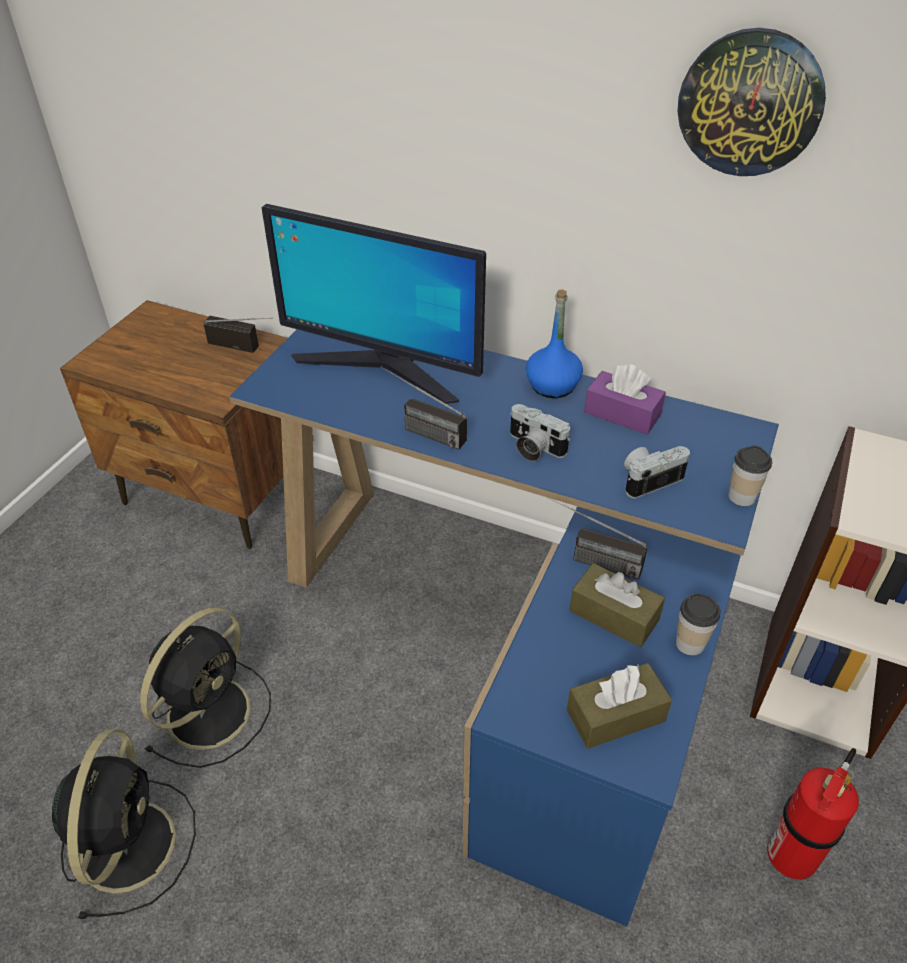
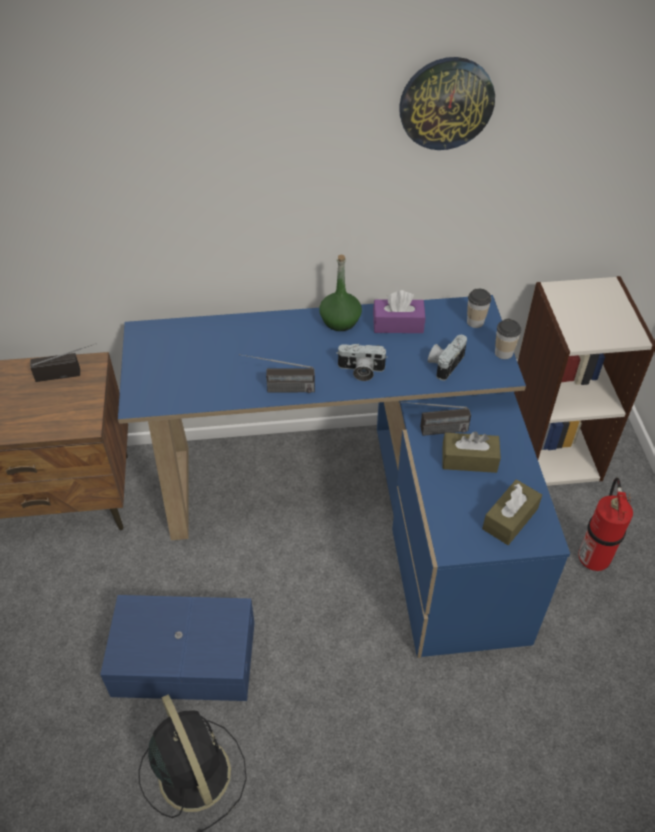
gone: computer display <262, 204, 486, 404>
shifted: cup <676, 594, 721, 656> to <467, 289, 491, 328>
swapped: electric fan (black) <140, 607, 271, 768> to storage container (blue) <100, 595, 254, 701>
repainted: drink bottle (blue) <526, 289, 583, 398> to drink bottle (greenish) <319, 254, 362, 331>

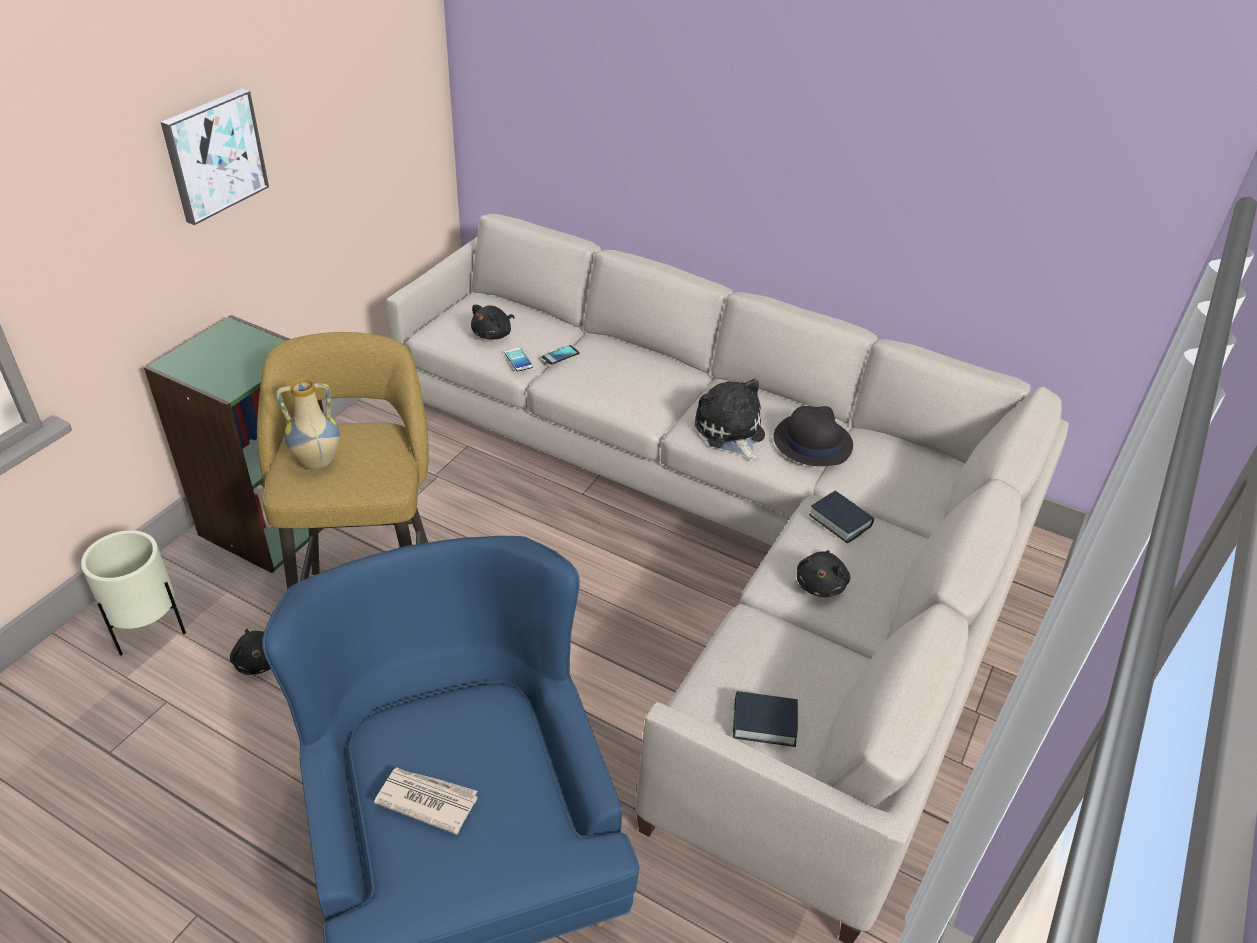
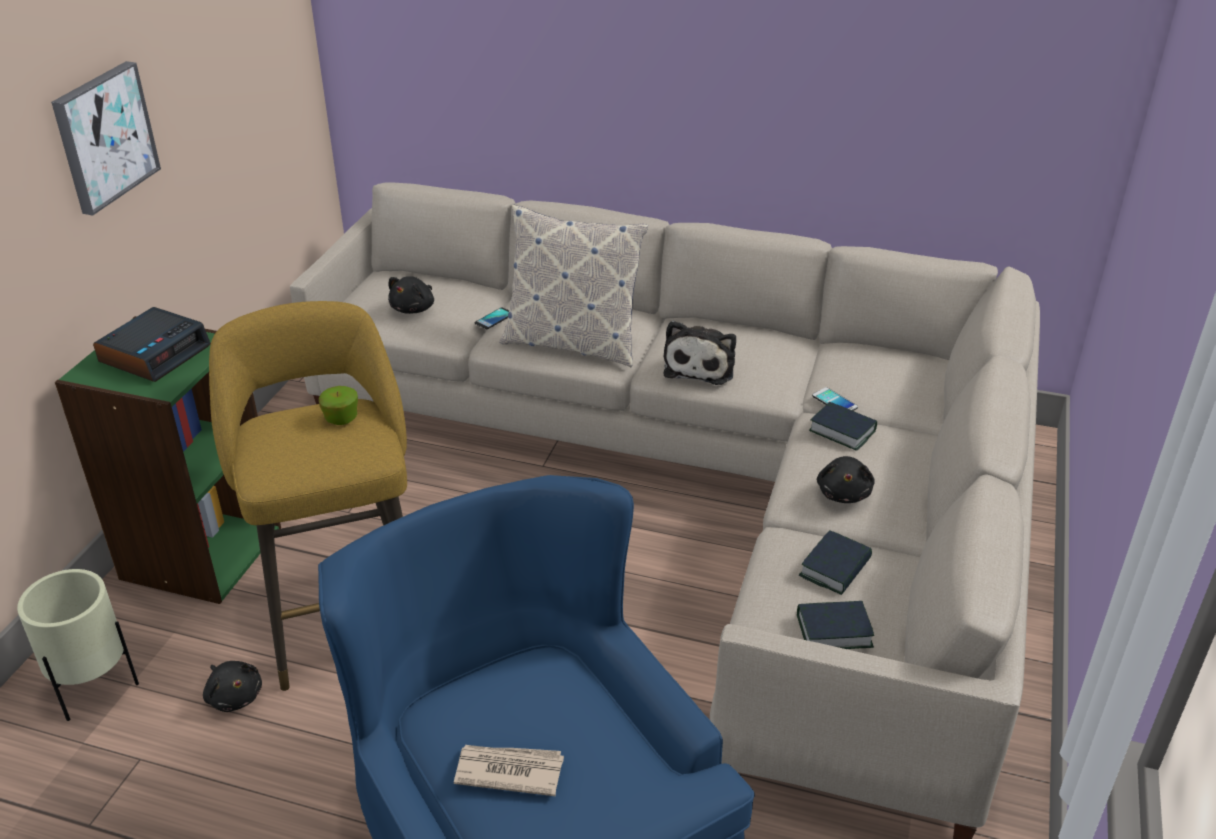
gone: vase <276, 379, 340, 469>; clothing hat (black) <774, 406, 853, 466>
new: table clock <93, 307, 211, 382>; whole apple <319, 386, 358, 425>; throw pillow <499, 204, 648, 367>; volume <799, 530, 872, 595>
shifted: telephone <504, 347, 533, 371> to <812, 387, 858, 411>
rotated: cuddly toy <695, 379, 765, 461> = <664, 321, 736, 385> 135 degrees counterclockwise

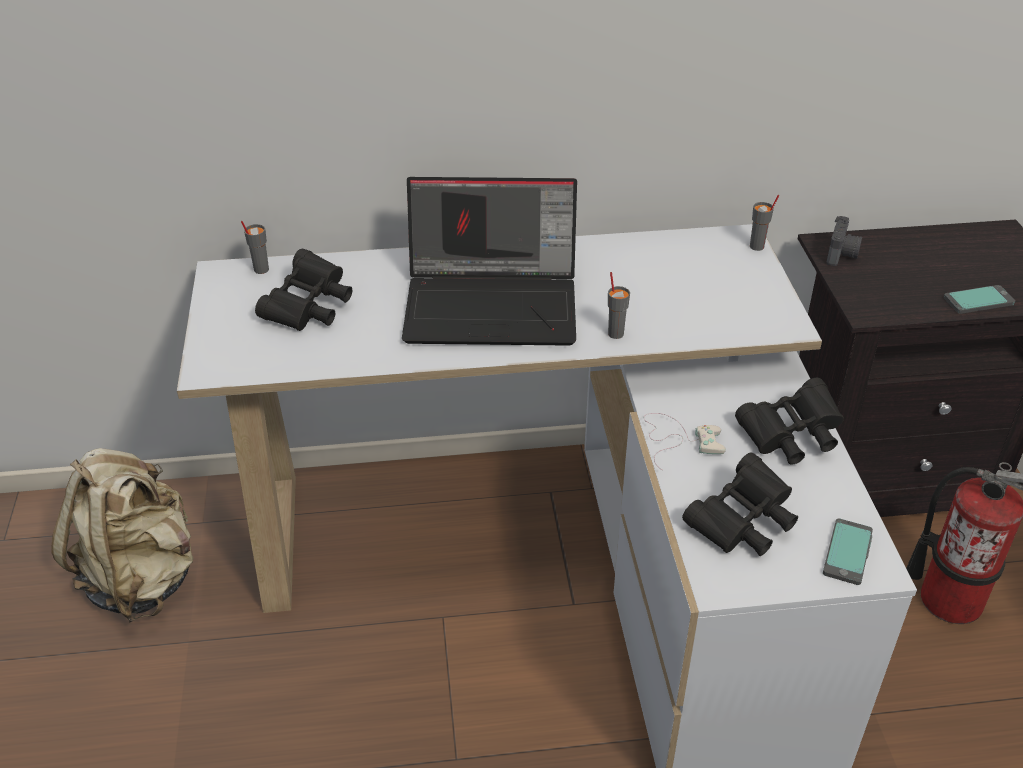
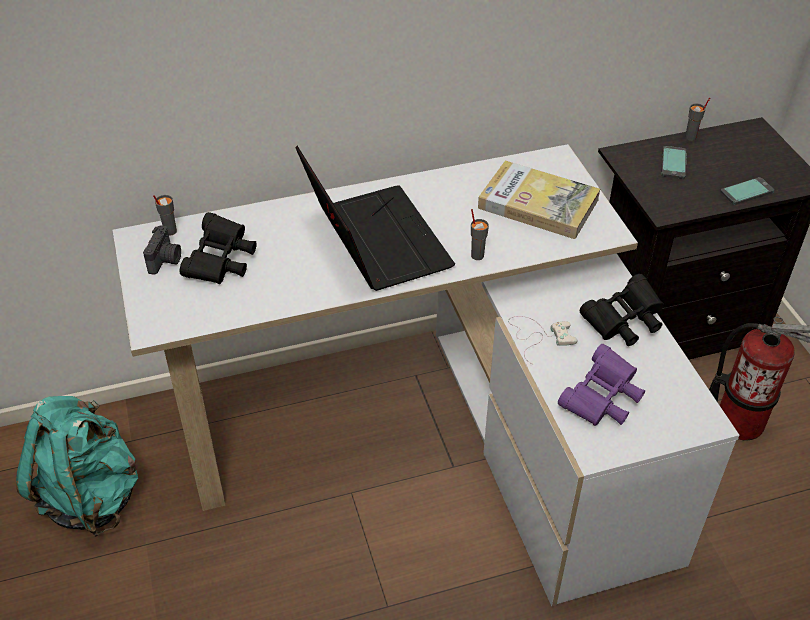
new: volume <478, 160, 600, 239>
shifted: cup (gray) <750, 195, 779, 251> to <685, 98, 710, 141>; telephone <823, 518, 873, 585> to <661, 146, 687, 179>; photo camera <826, 216, 862, 266> to <143, 225, 181, 275>
repainted: backpack (beige) <51, 448, 193, 623> to backpack (turquoise-coloured) <16, 396, 138, 537>; pair of binoculars (black) <682, 453, 798, 556> to pair of binoculars (purplish) <558, 344, 645, 426>
rotated: notebook computer <402, 177, 577, 346> = <295, 146, 455, 291> 105 degrees counterclockwise

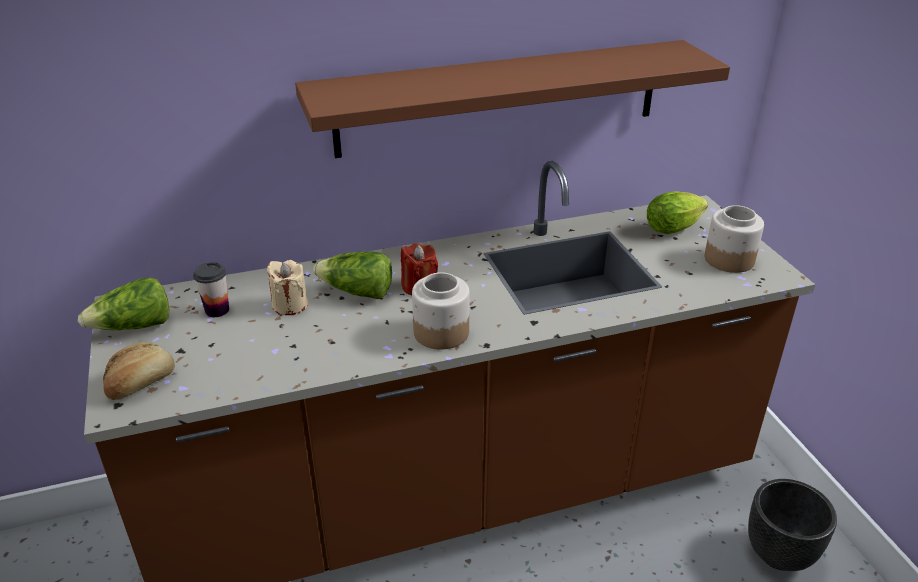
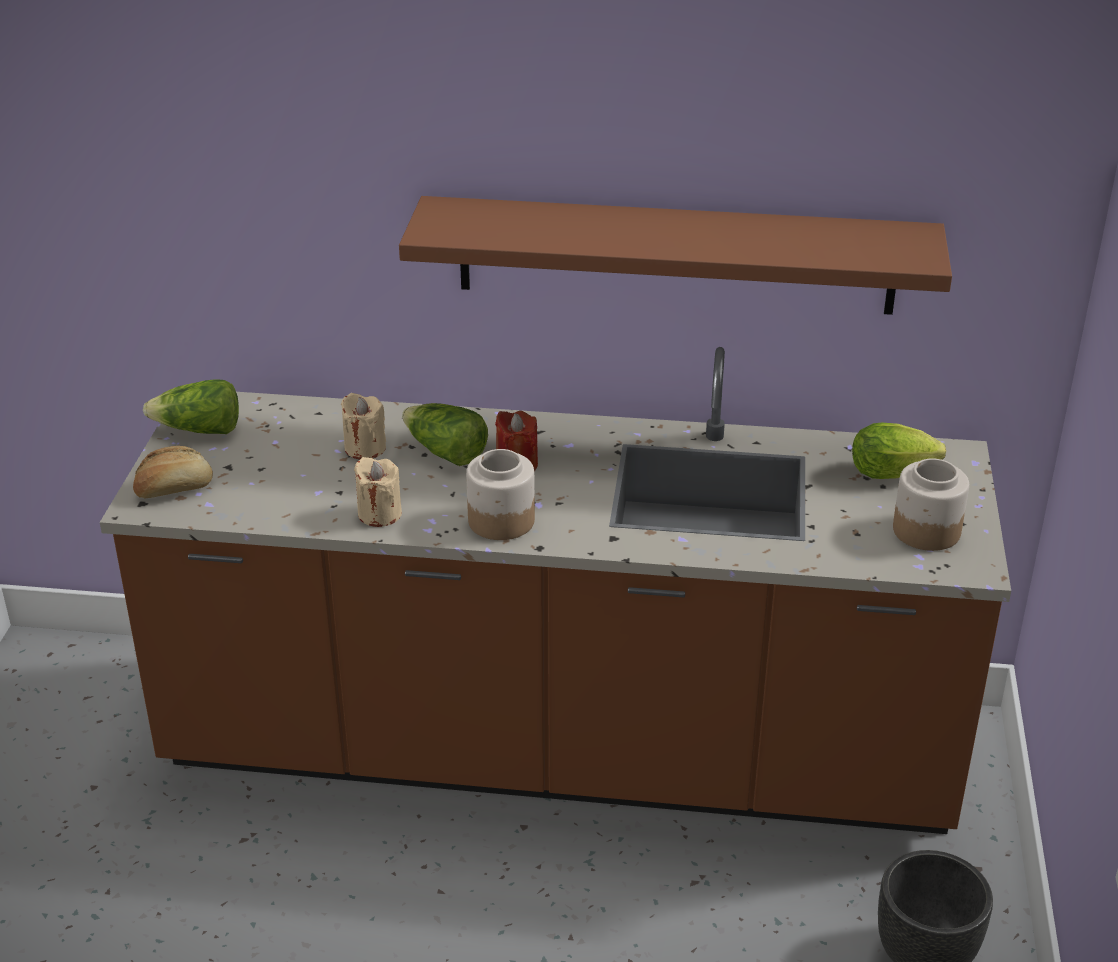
gone: cup <193, 262, 229, 317>
new: candle (beige) <354, 457, 402, 527>

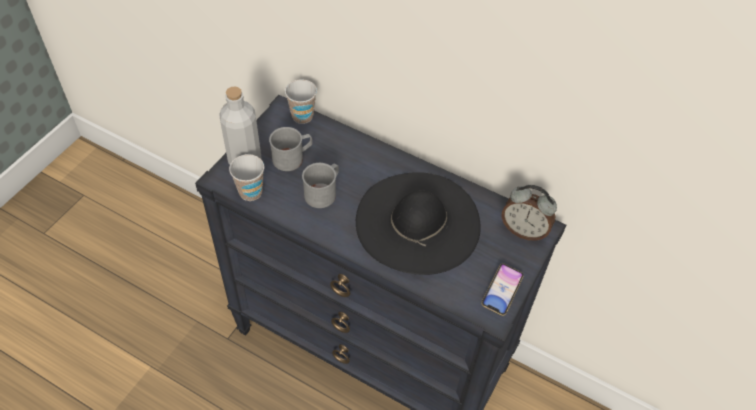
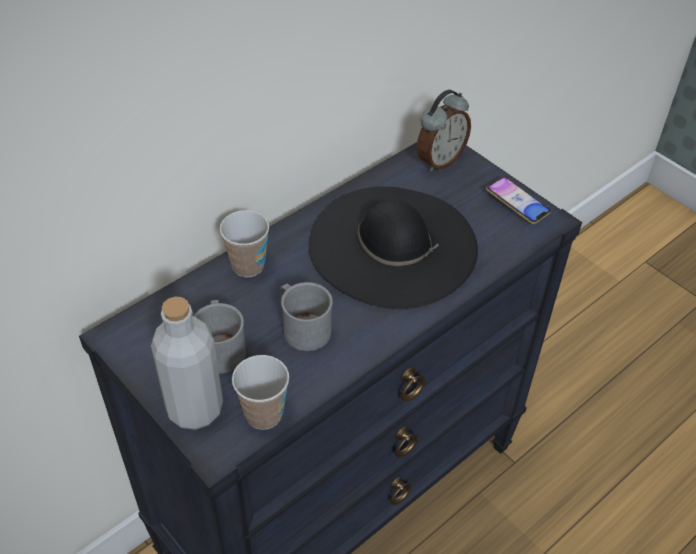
shifted: cup <285, 79, 317, 124> to <220, 210, 269, 277>

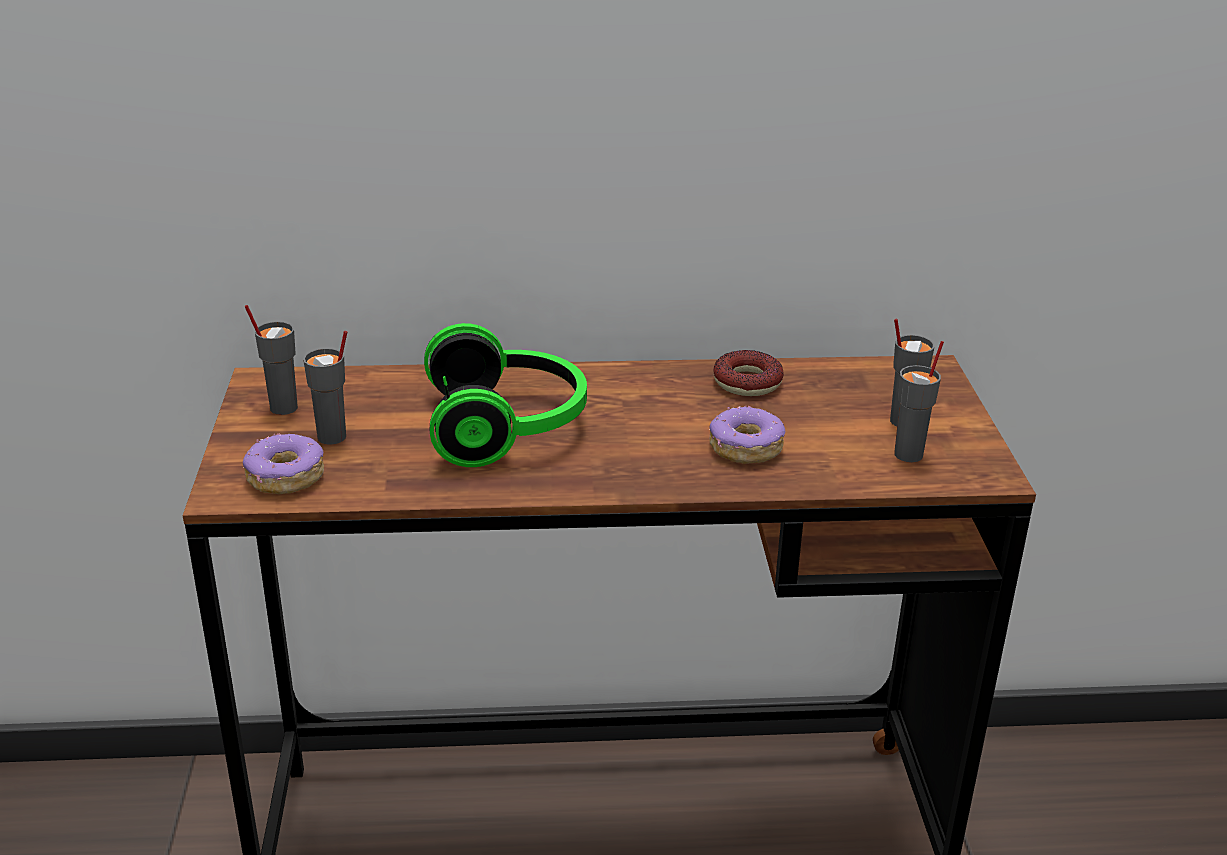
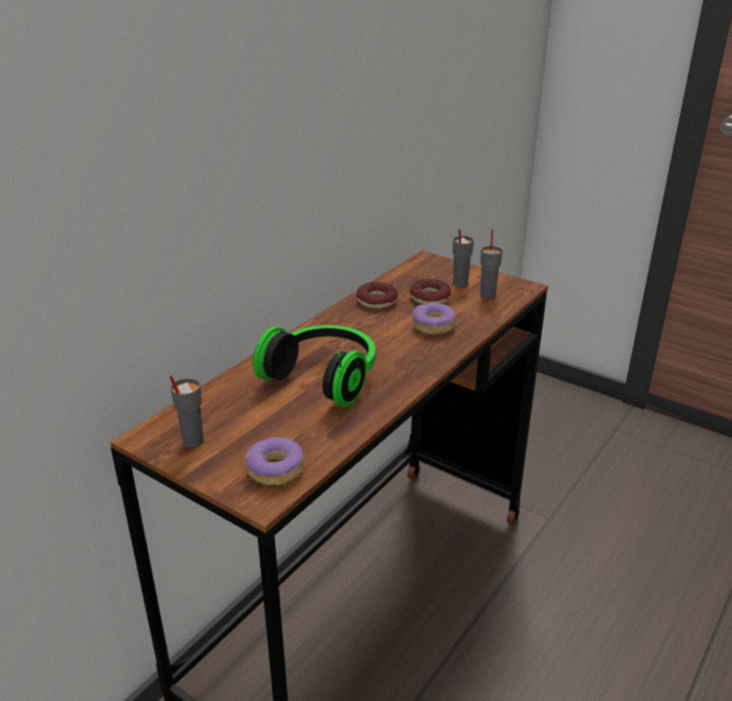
gone: cup (gray) <303, 331, 347, 445>
new: doughnut <410, 279, 451, 304>

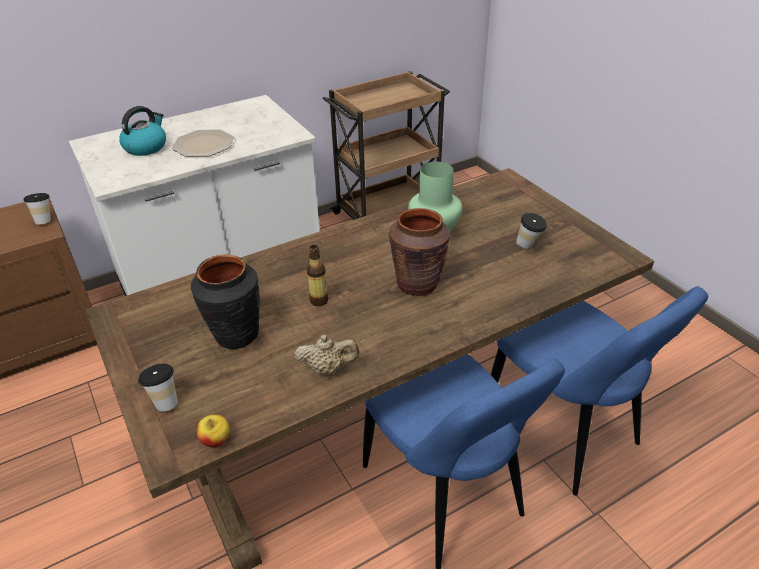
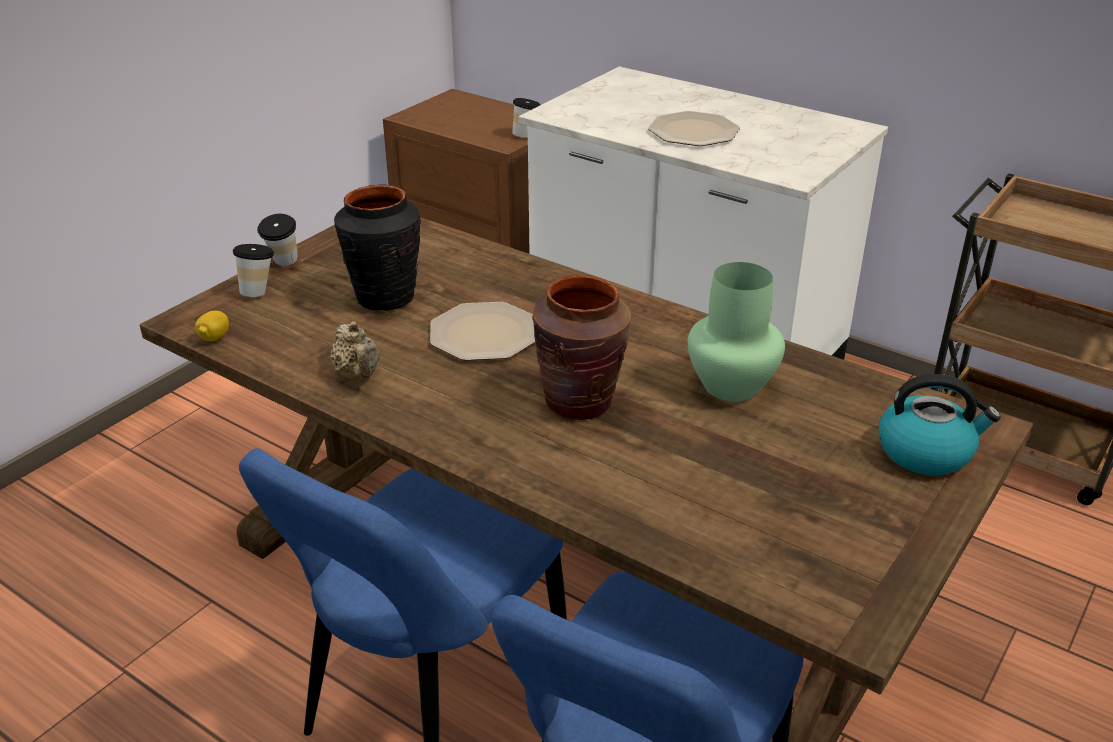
shifted: water kettle <119, 106, 166, 156> to <878, 374, 1001, 475>; cup <516, 213, 547, 249> to <257, 214, 298, 266>
swapped: whole apple <197, 415, 230, 447> to lemon <195, 311, 229, 341>; drink bottle <306, 245, 328, 306> to plate <430, 302, 535, 361>

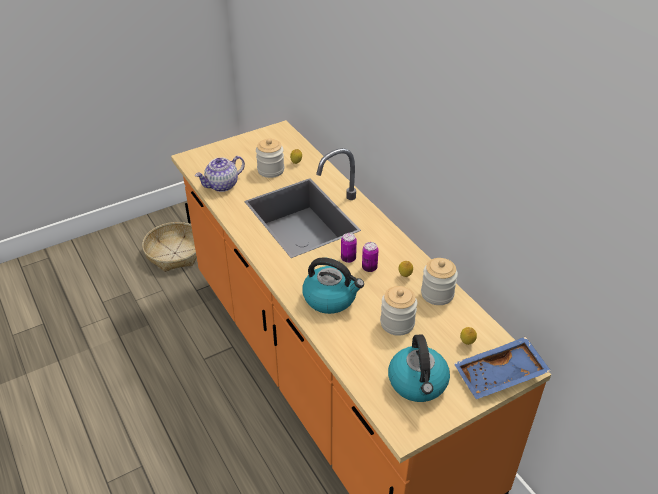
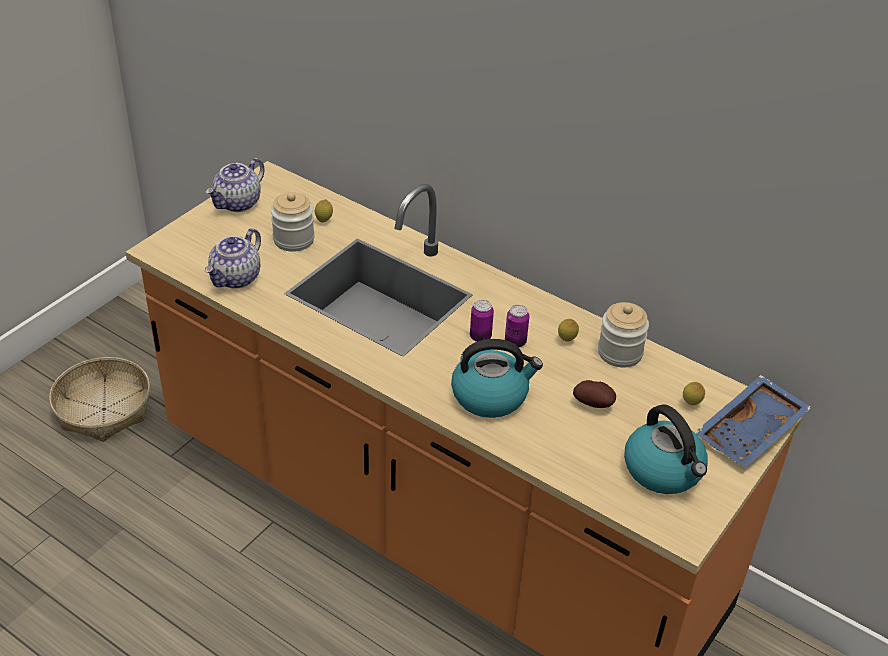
new: tea pot <206, 158, 265, 212>
swapped: storage jar <380, 286, 417, 336> to whole potato <573, 380, 616, 408>

